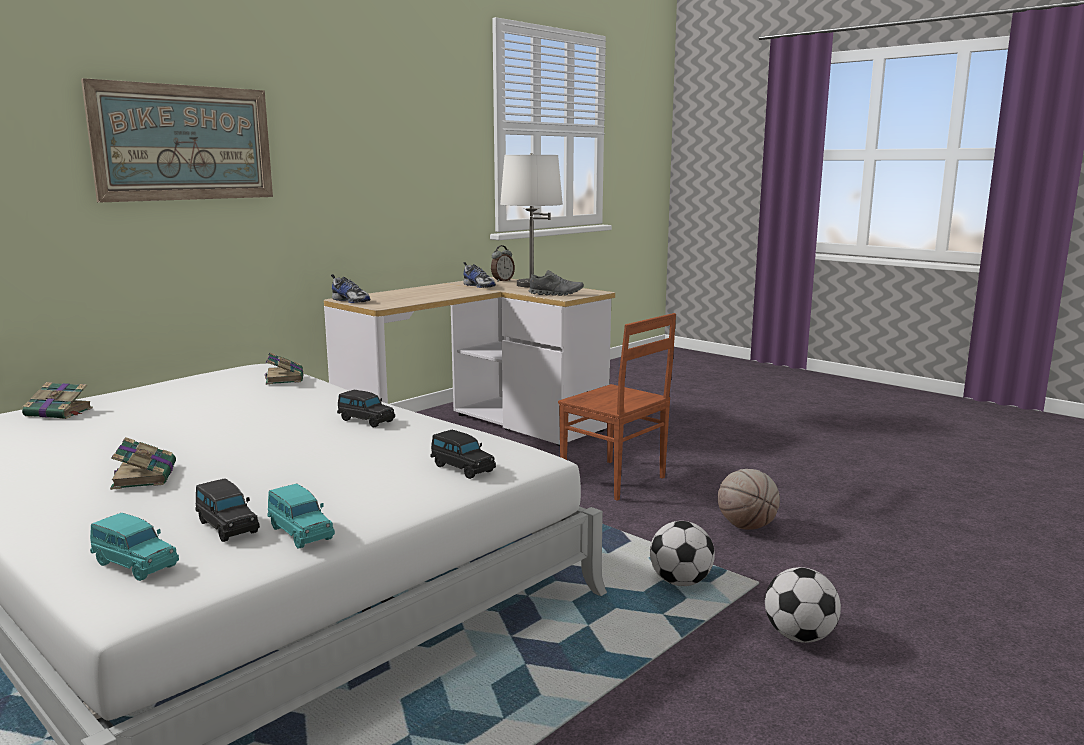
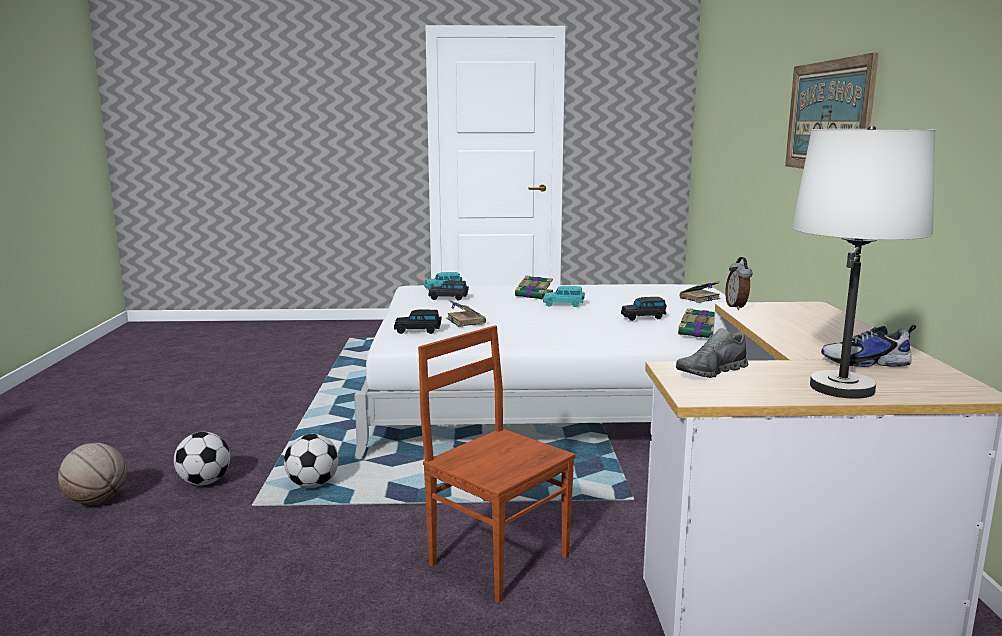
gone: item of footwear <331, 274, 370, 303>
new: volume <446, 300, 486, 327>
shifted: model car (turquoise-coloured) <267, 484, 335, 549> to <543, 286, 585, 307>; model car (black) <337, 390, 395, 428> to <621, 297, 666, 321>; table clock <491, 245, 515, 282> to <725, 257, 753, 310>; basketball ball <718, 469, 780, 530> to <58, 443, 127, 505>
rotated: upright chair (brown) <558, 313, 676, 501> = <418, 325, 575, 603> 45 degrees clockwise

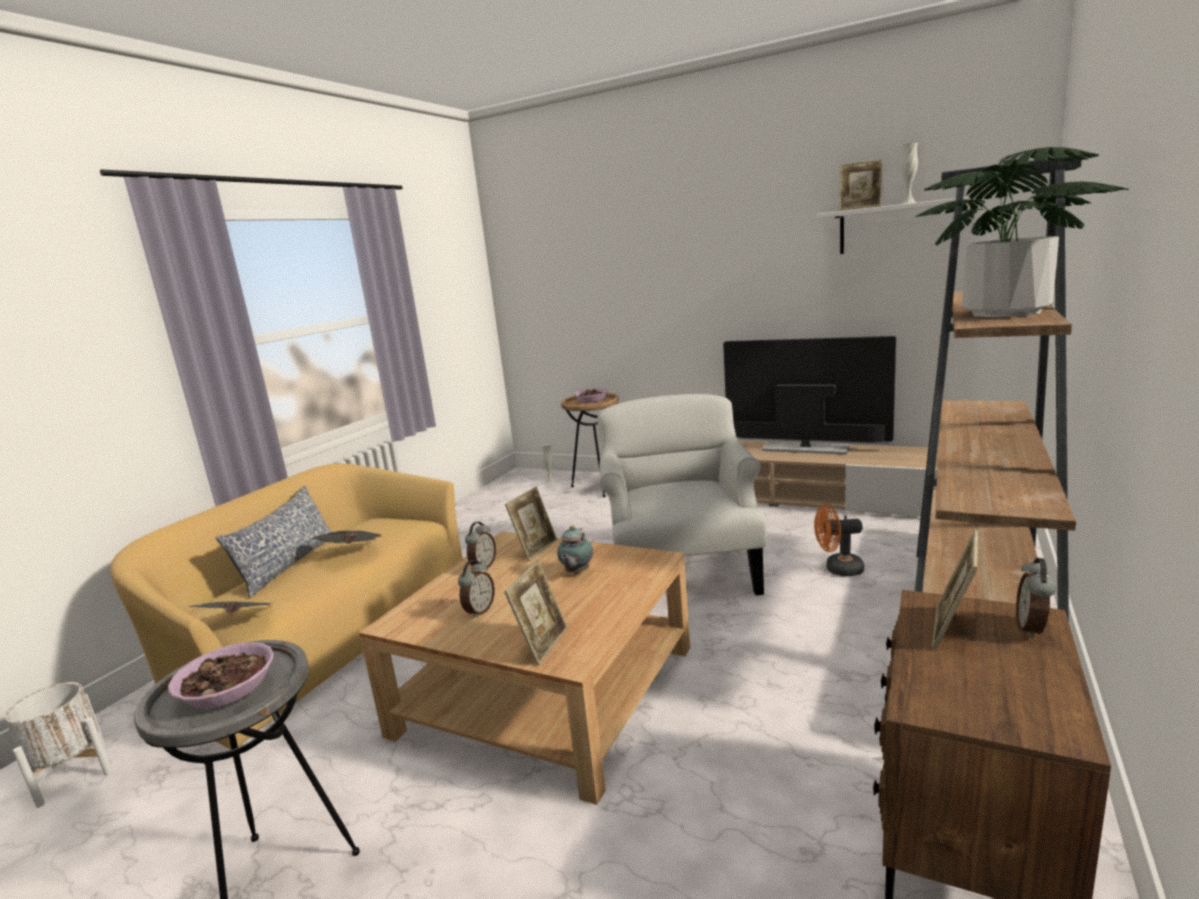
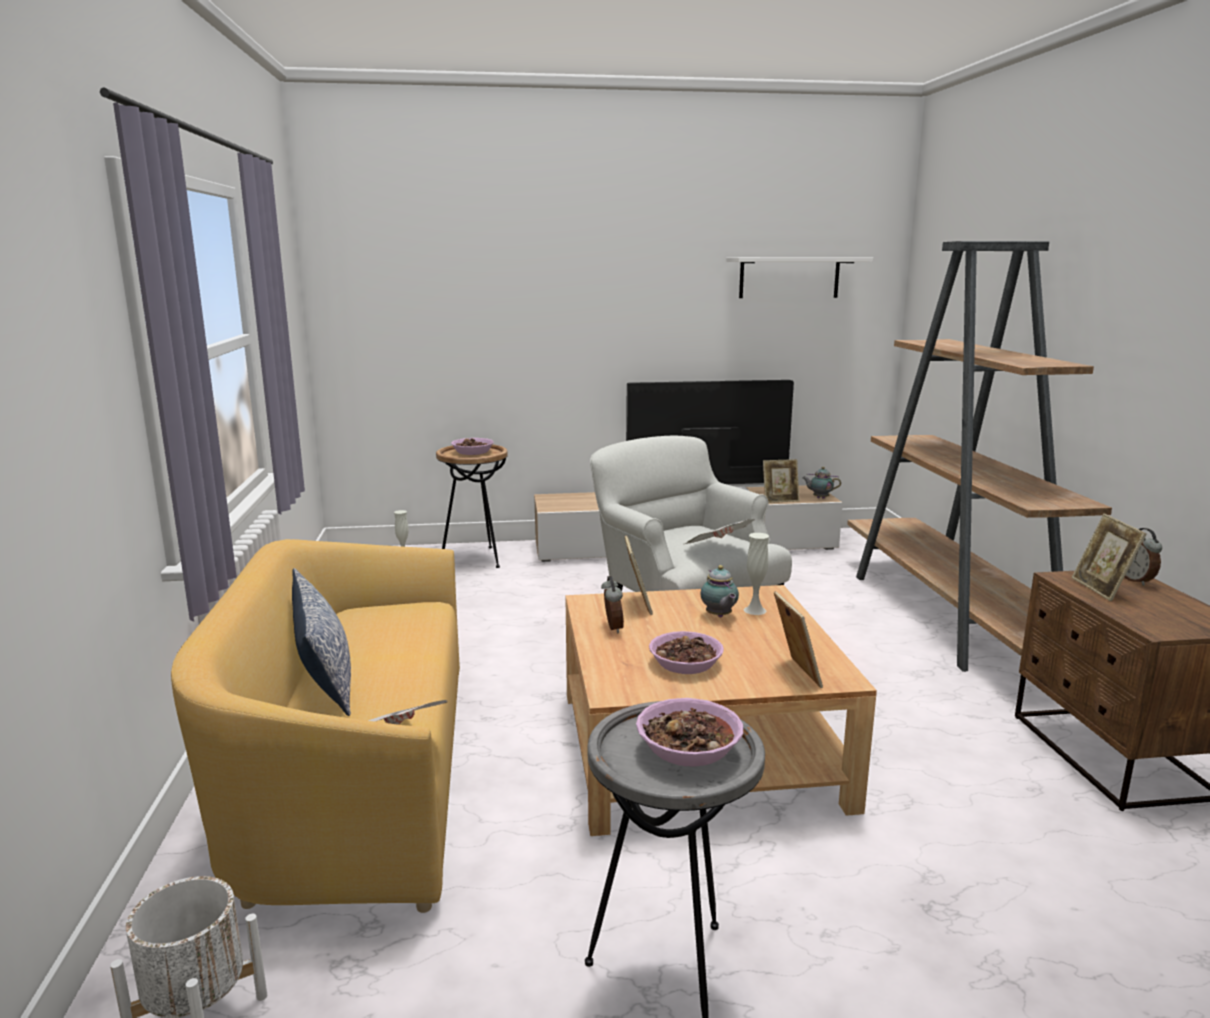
gone: electric fan (orange-coloured) <814, 504, 864, 576>; plant in a pot <916, 147, 1129, 318>
new: tea pot <802, 467, 841, 499>
shifted: daily paper <310, 531, 381, 544> to <685, 519, 755, 544>; picture frame <839, 159, 883, 211> to <763, 459, 800, 503>; vase (white-coloured) <901, 143, 918, 204> to <744, 533, 769, 615>
swapped: table clock <458, 560, 495, 618> to serving bowl <649, 631, 724, 674>

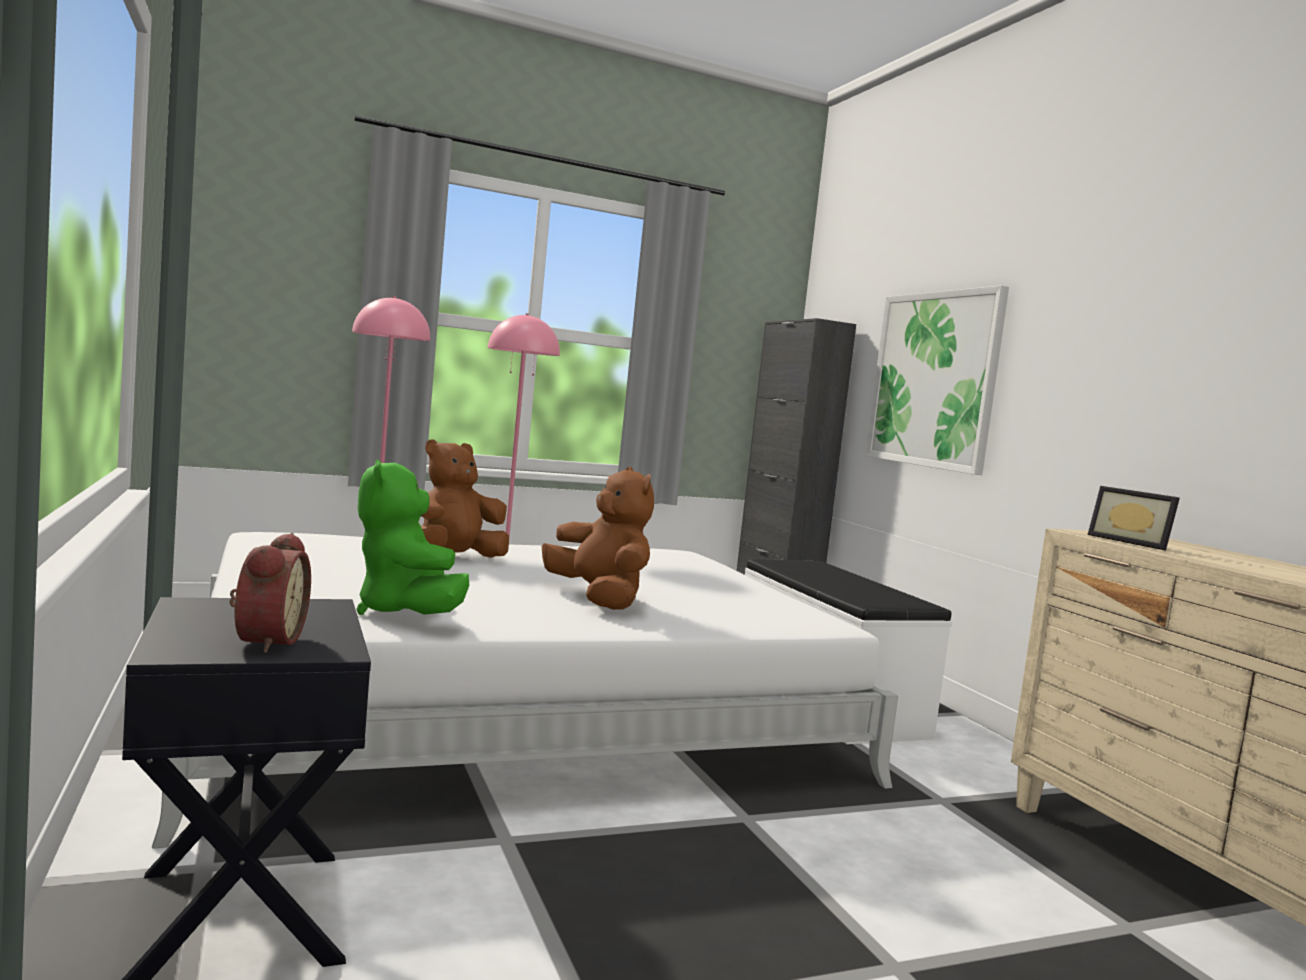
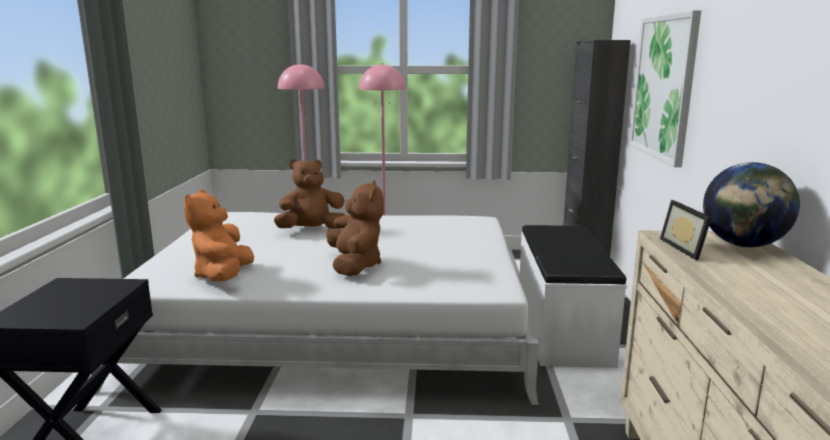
gone: table clock <229, 533, 311, 653>
new: globe <703, 162, 800, 248>
repainted: cuddly toy (greenish) <356, 460, 469, 615> to cuddly toy (orange-coloured) <183, 190, 254, 281>

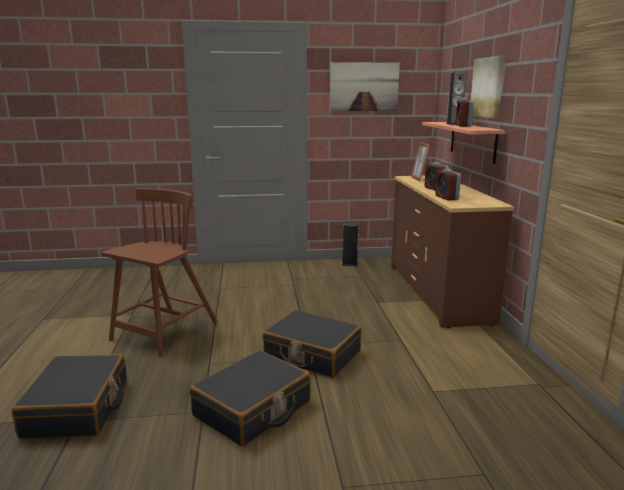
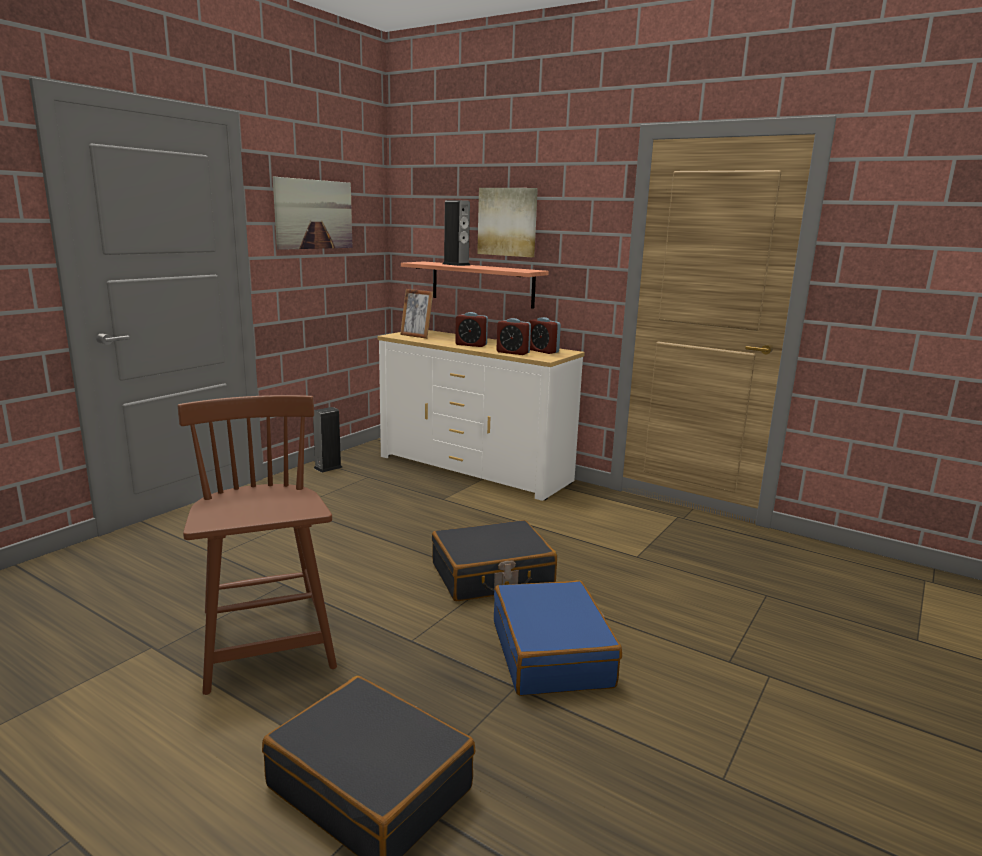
shifted: table clock <456, 98, 474, 127> to <529, 317, 561, 354>
repainted: piece of luggage (black) <190, 350, 311, 446> to piece of luggage (blue) <494, 580, 622, 696>; chest of drawers (brown) <391, 176, 514, 328> to chest of drawers (white-coloured) <378, 330, 585, 501>

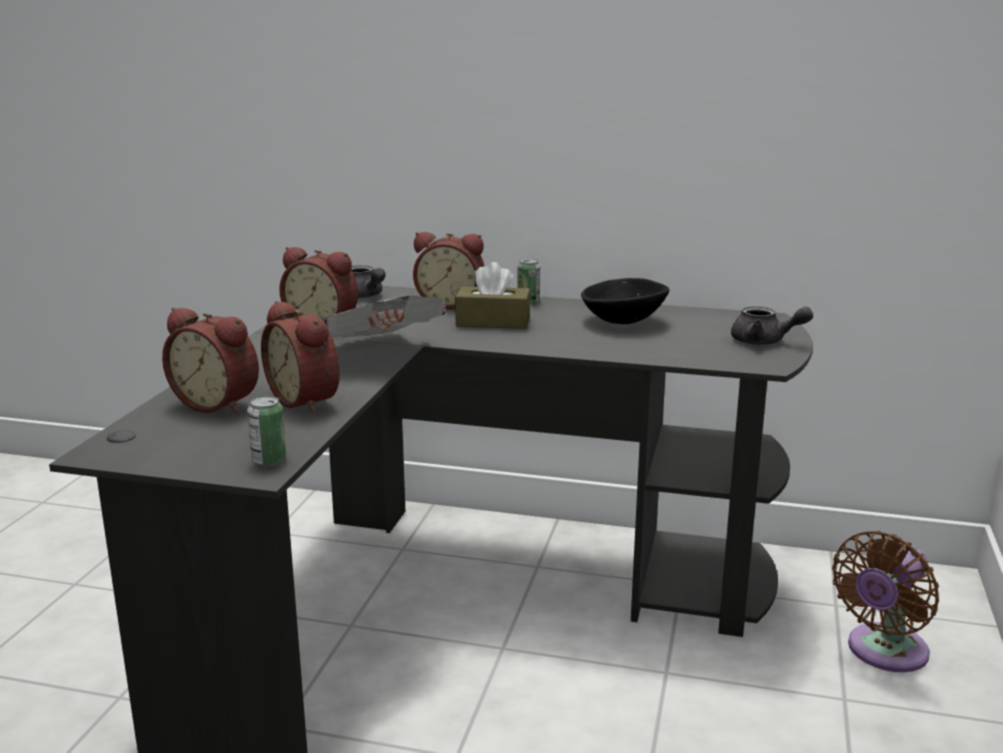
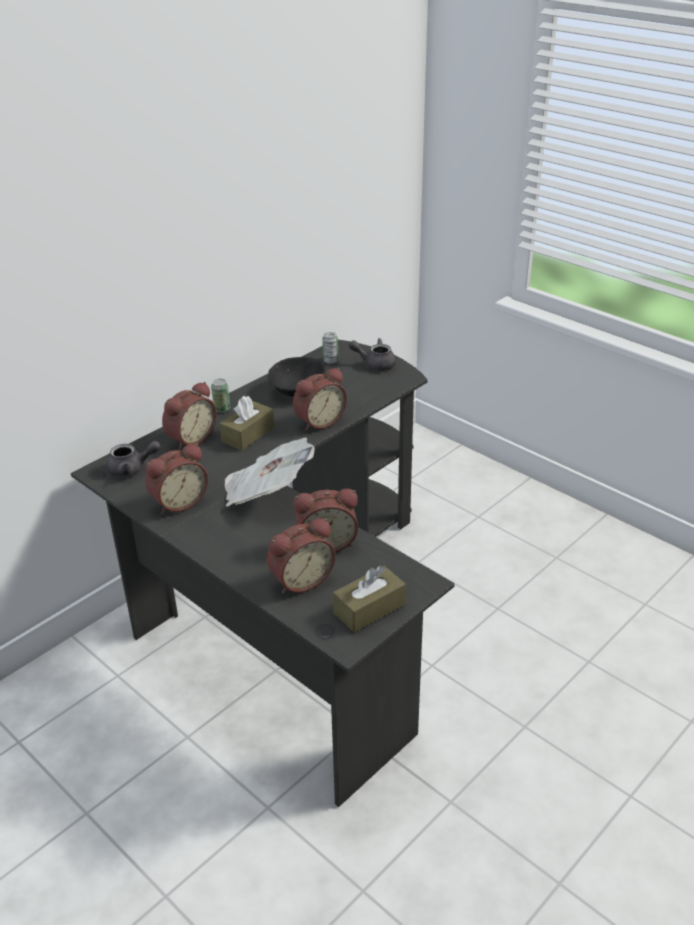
gone: electric fan (brown) <832, 531, 939, 672>
new: table clock <293, 368, 347, 431>; tissue holder (brown) <333, 566, 406, 632>
shifted: sealed can <247, 396, 286, 467> to <322, 332, 338, 364>
rotated: tea pot (gray) <731, 306, 813, 345> = <349, 338, 396, 371> 135 degrees counterclockwise

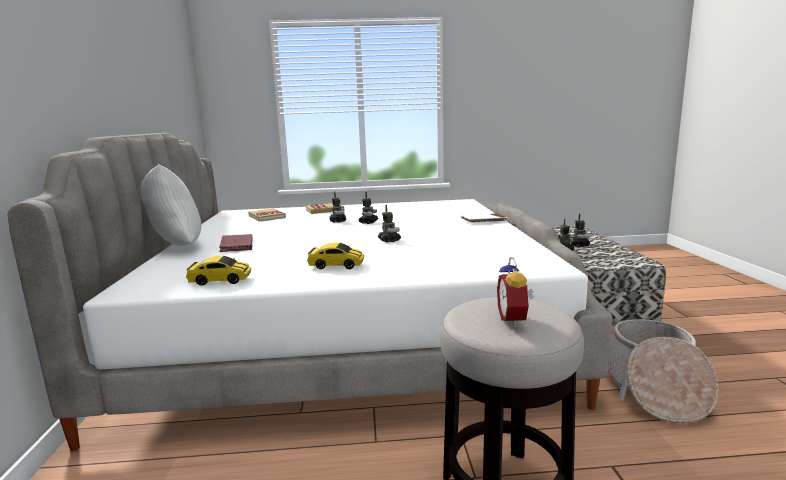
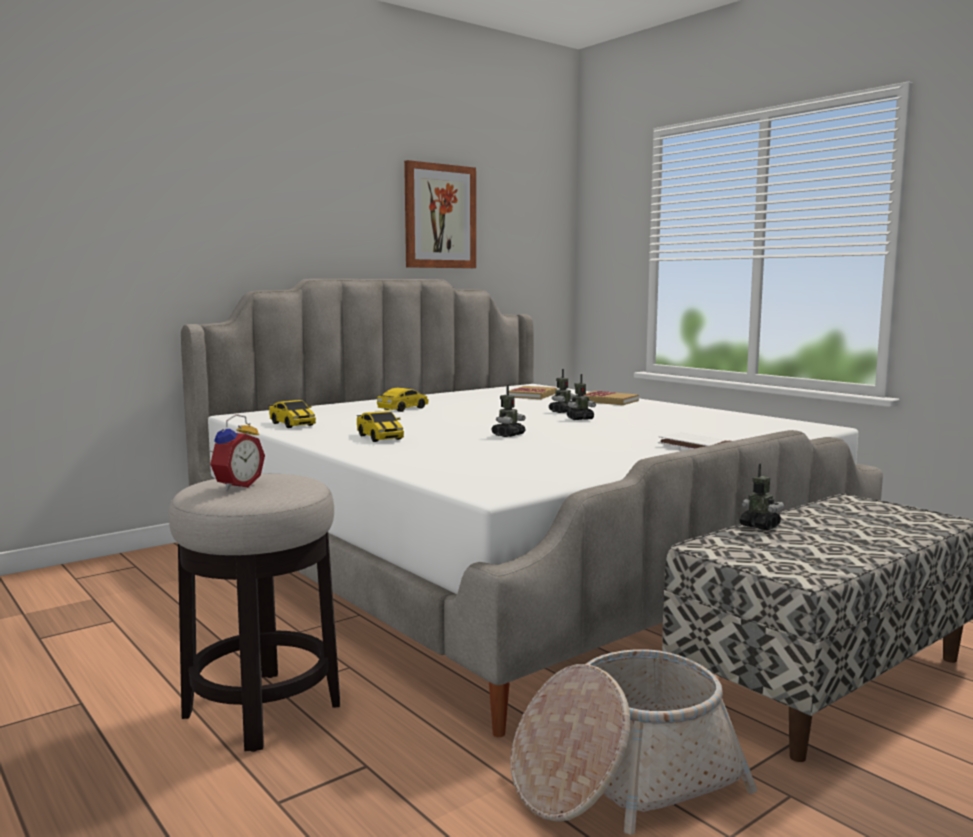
gone: throw pillow (white-coloured) <140, 164, 201, 246>; toy robot <570, 214, 590, 247>
new: wall picture <404, 160, 476, 268>
swapped: volume (red-coloured) <219, 234, 252, 252> to model car <377, 388, 429, 412>
rotated: table clock <497, 257, 534, 327> = <210, 414, 265, 490> 150 degrees clockwise

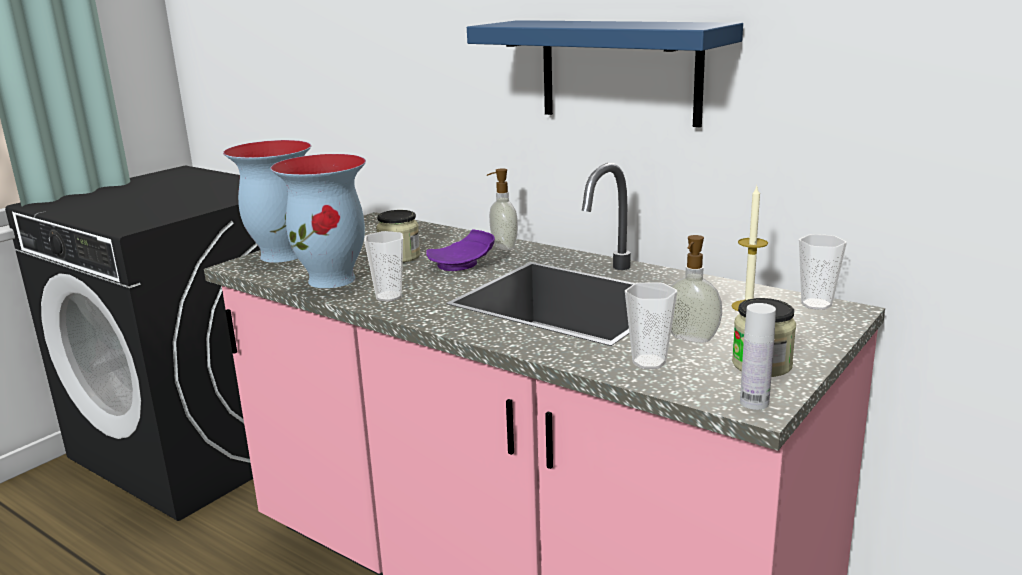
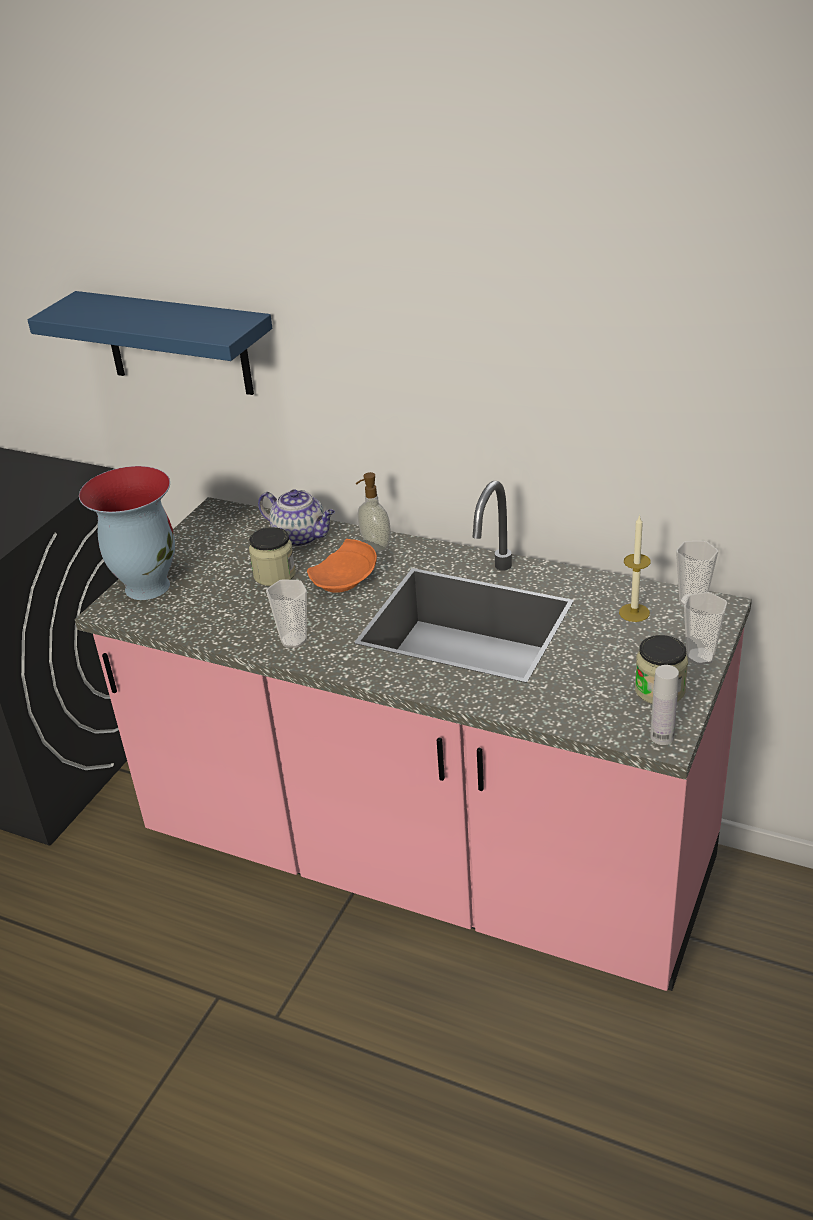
gone: vase <271, 154, 366, 288>; soap dispenser <670, 235, 722, 343>
new: tea pot <258, 489, 335, 547>
shifted: wall shelf (blue) <467, 20, 743, 127> to <28, 291, 272, 395>; cup <625, 282, 677, 369> to <684, 592, 727, 665>
repainted: plate (purplish) <426, 230, 495, 271> to plate (orange-coloured) <307, 539, 377, 593>

